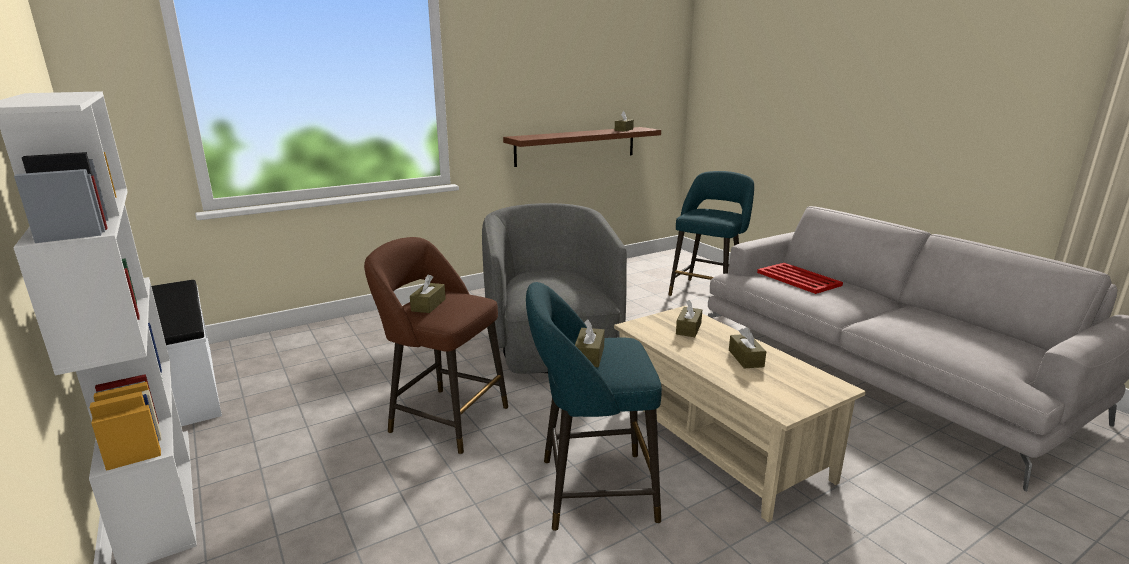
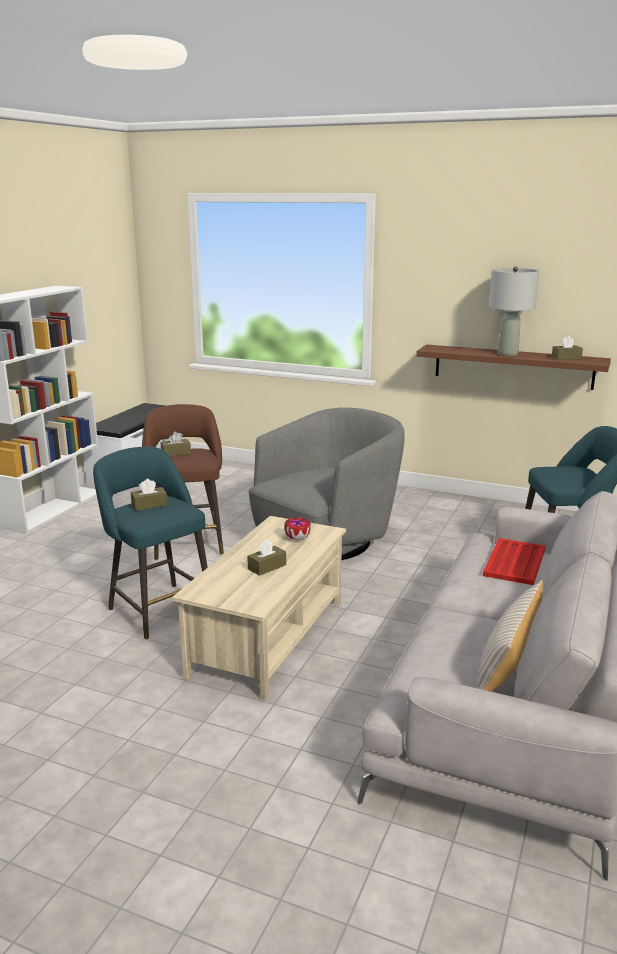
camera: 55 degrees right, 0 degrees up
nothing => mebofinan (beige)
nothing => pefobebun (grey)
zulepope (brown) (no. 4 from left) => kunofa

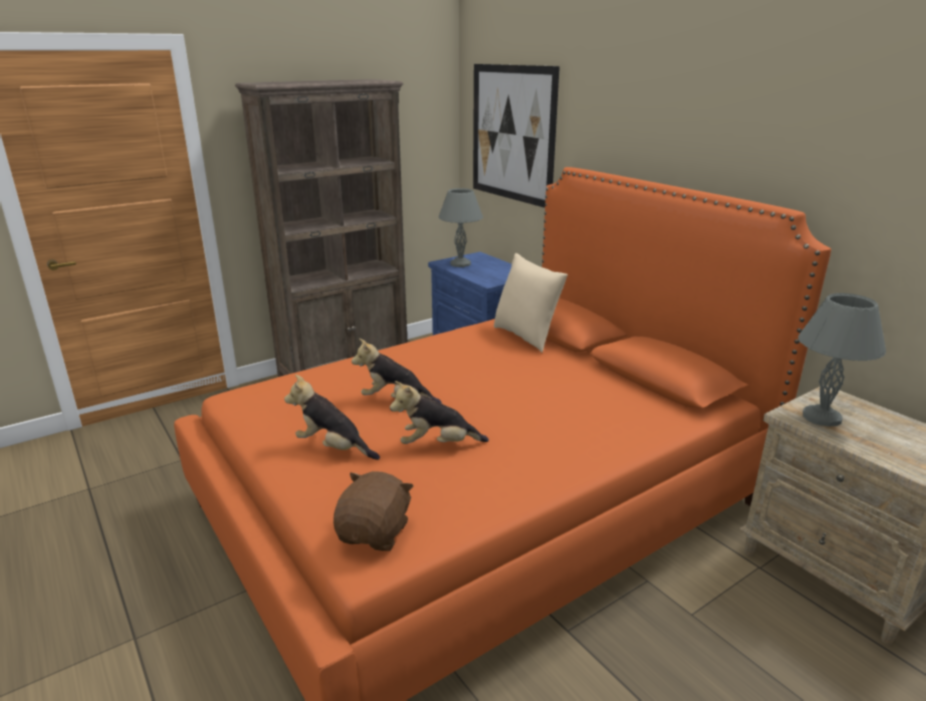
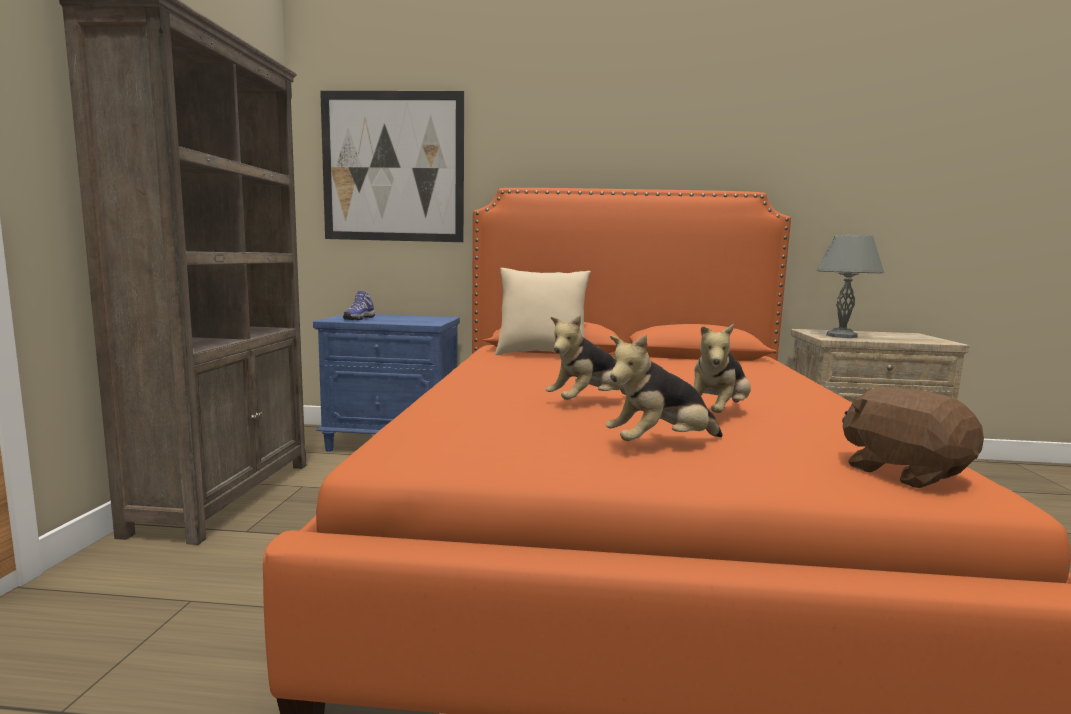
camera: 50 degrees left, 15 degrees down
pefobebun (grey) (no. 1 from left) => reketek

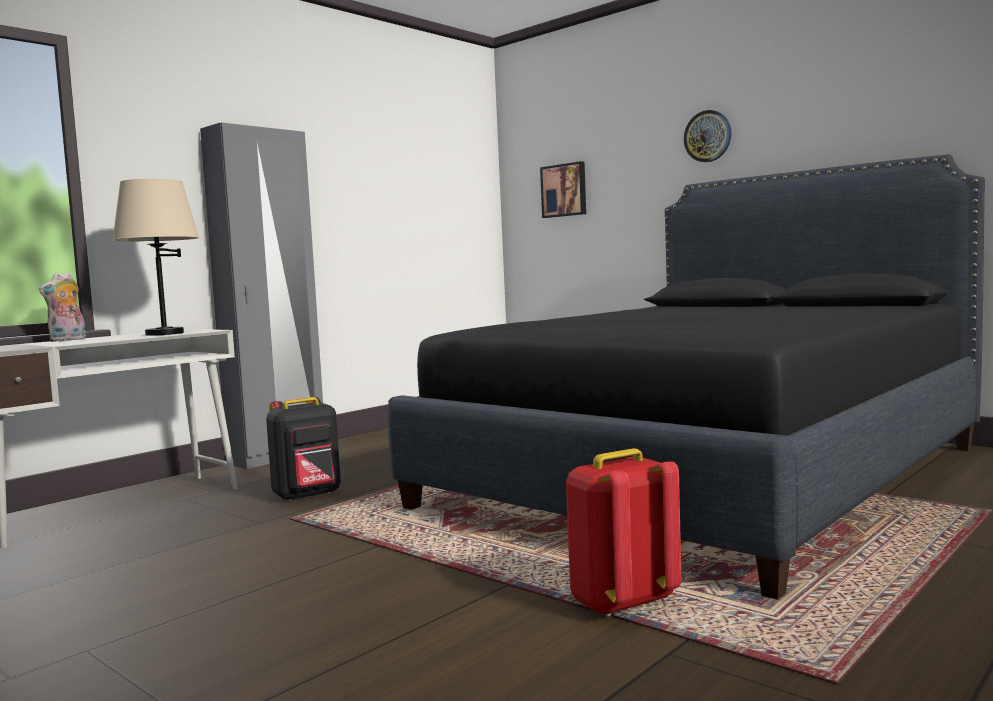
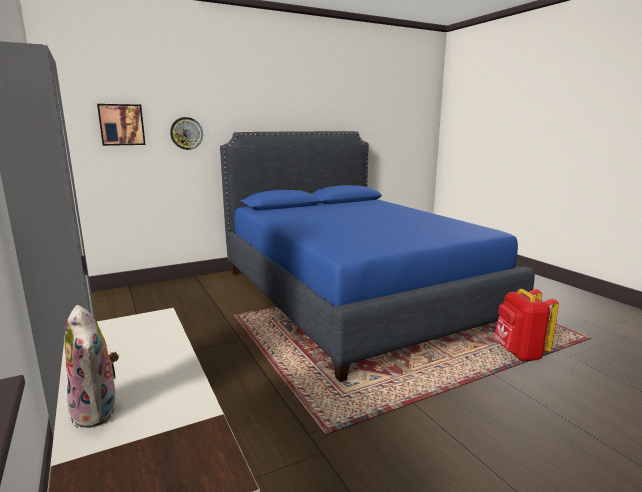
camera: 70 degrees left, 10 degrees up
pefobebun (beige) => nothing
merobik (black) => nothing
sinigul, shifted
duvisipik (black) => duvisipik (blue)

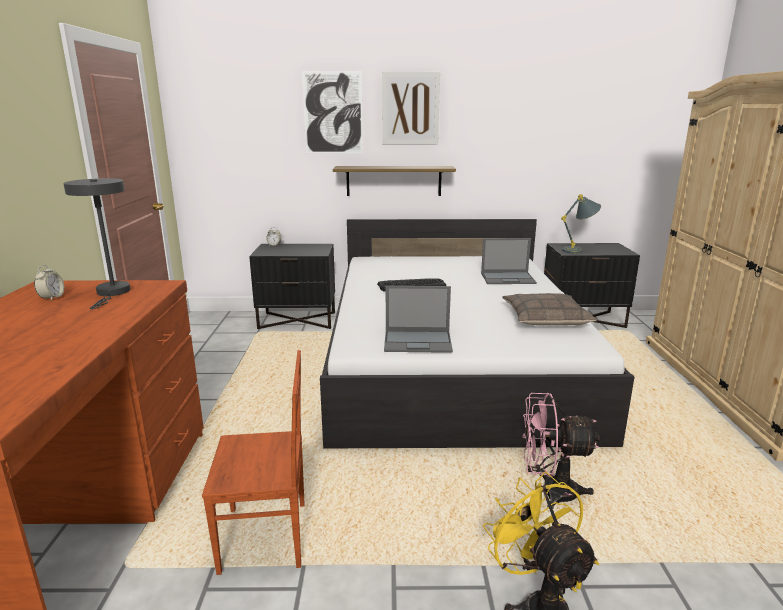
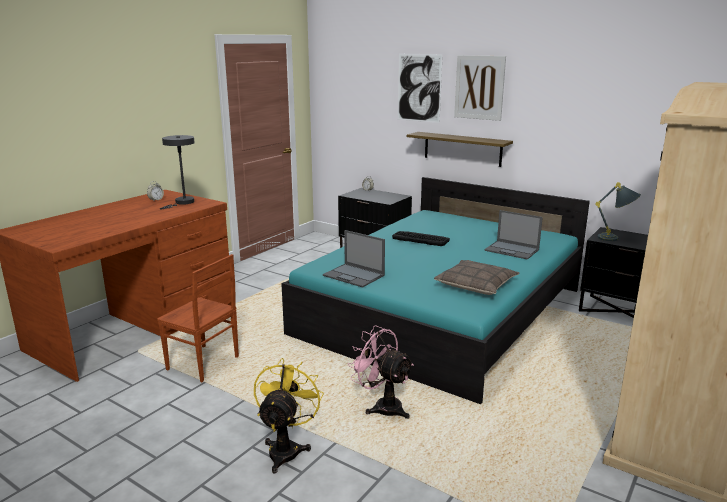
camera: 35 degrees right, 0 degrees up
duvisipik (white) => duvisipik (turquoise)

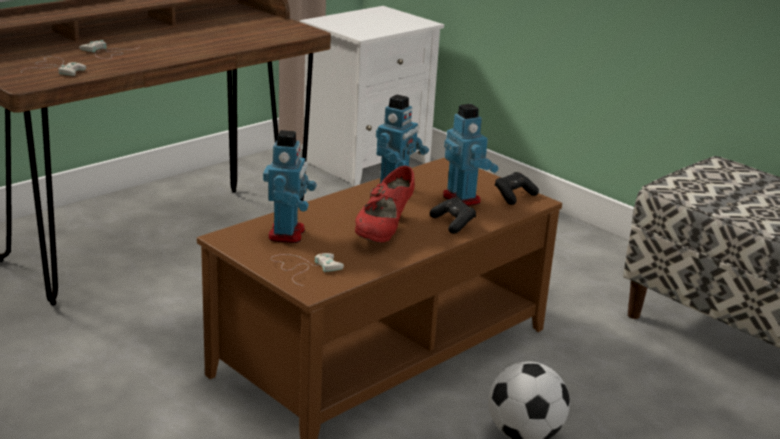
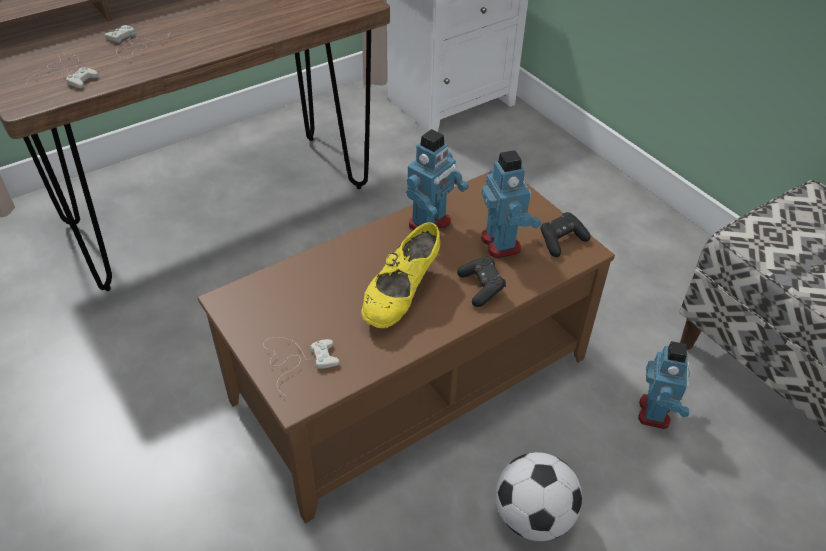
camera: 10 degrees right, 20 degrees up
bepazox (no. 1 from left in the first image) => bepazox (no. 3 from left), shifted
reketek (red) => reketek (yellow)

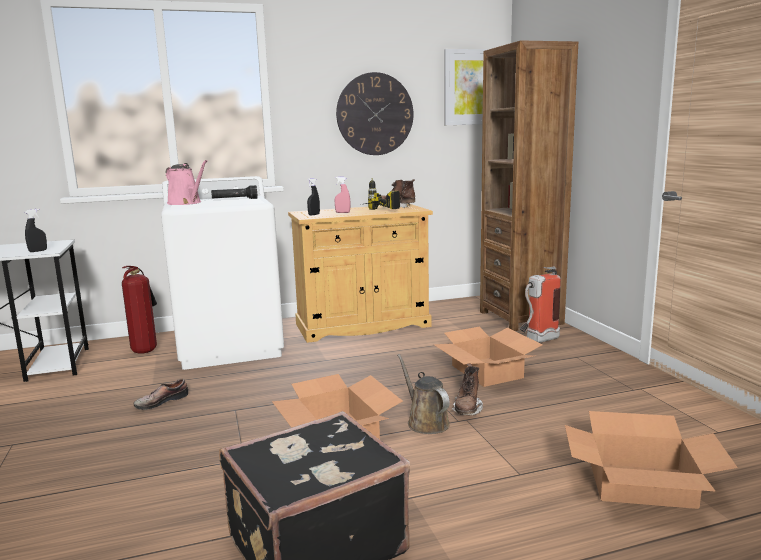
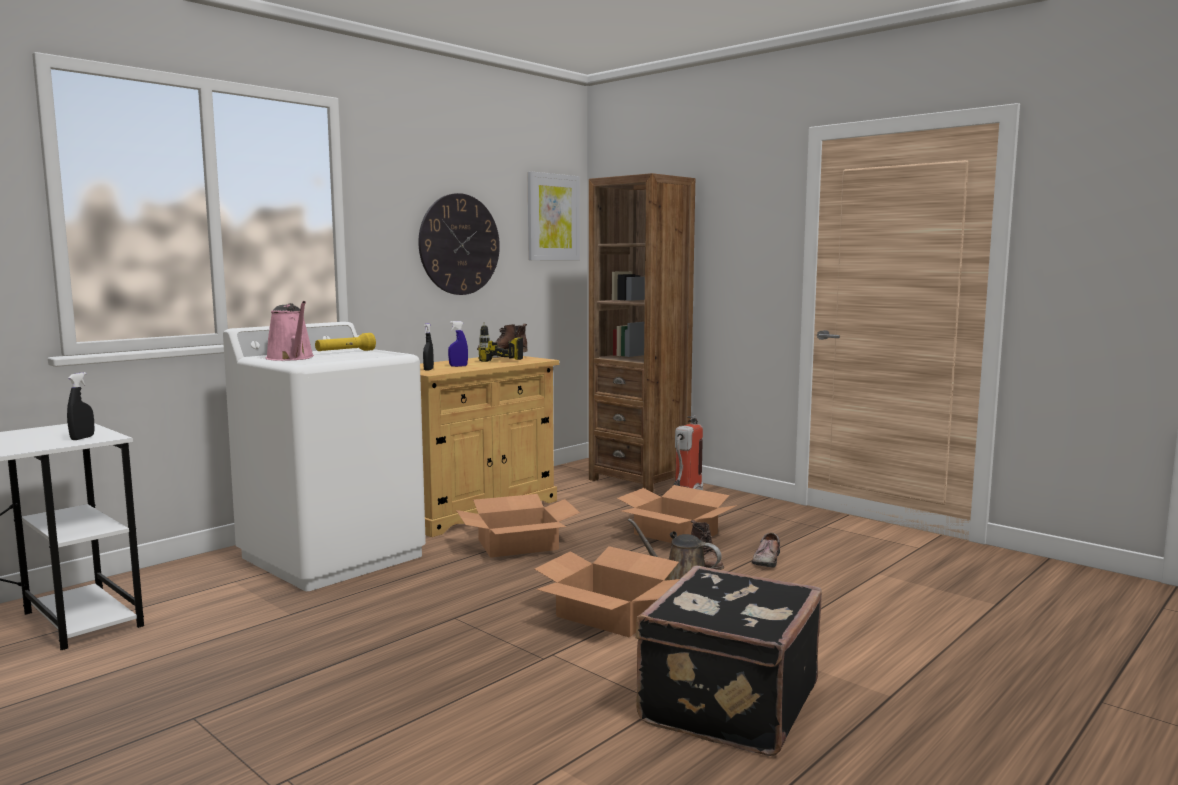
camera: 30 degrees left, 5 degrees down
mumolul (no. 1 from left) => nothing
reketek, shifted
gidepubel (no. 3 from left in the first image) => gidepubel (no. 1 from left), shifted
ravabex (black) => ravabex (yellow)
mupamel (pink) => mupamel (blue)
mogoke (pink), 45 degrees clockwise

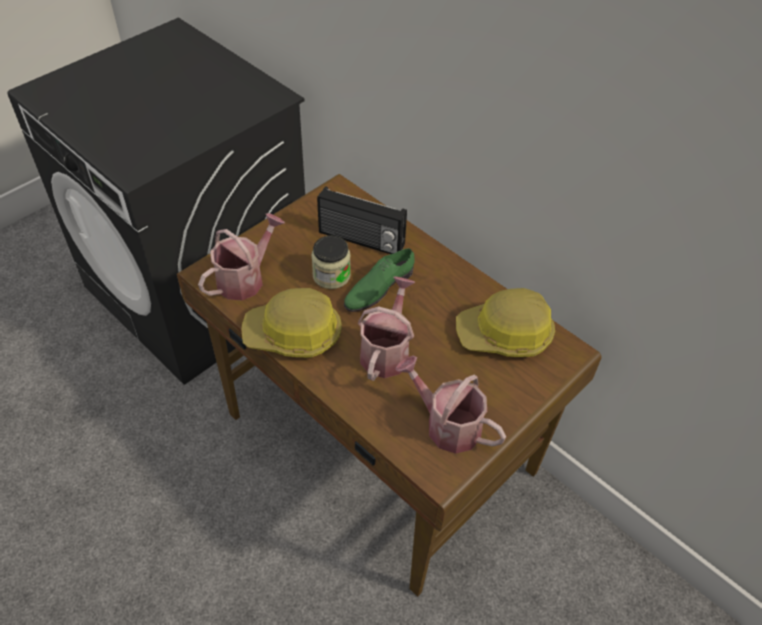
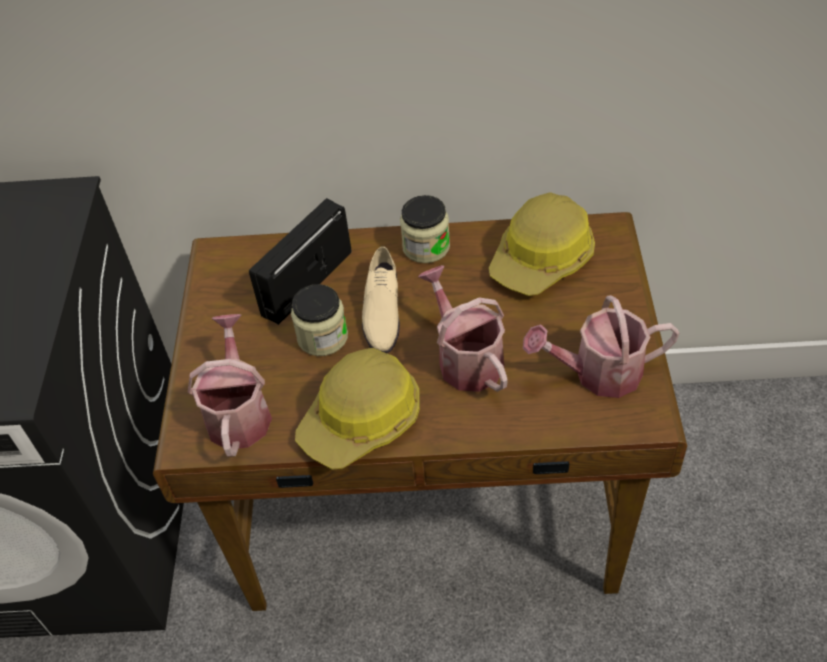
camera: 40 degrees left, 0 degrees up
nothing => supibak (no. 2 from left)
reketek (green) => reketek (beige)
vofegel, 150 degrees clockwise

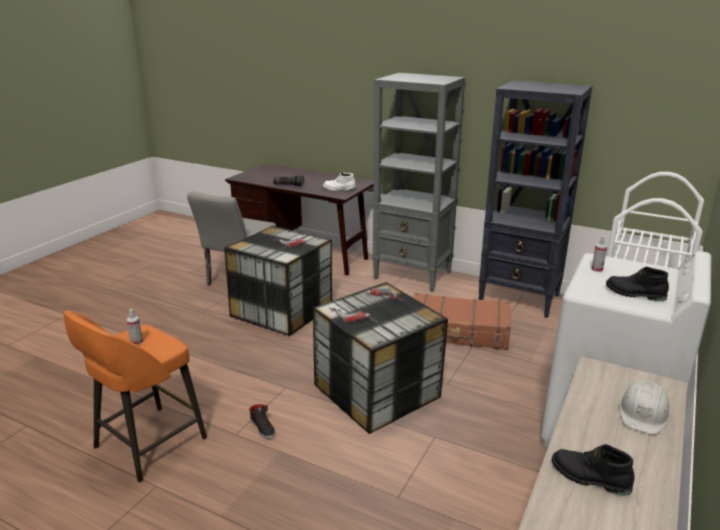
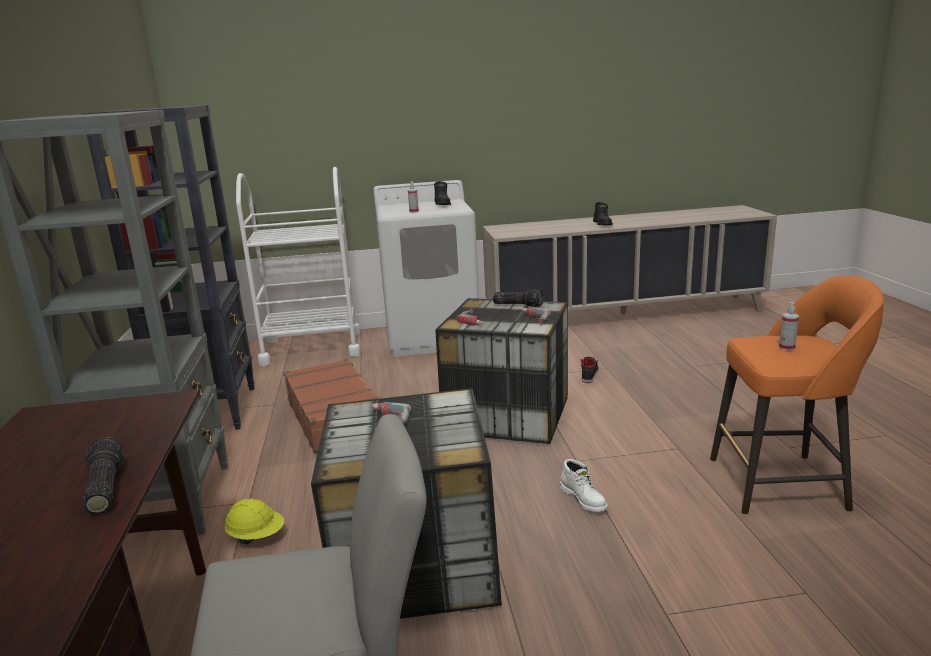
camera: 125 degrees left, 5 degrees down
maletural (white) => nothing
nothing => maletural (yellow)
nothing => ravabex (no. 2 from left)
reketek (black), shifted
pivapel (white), shifted

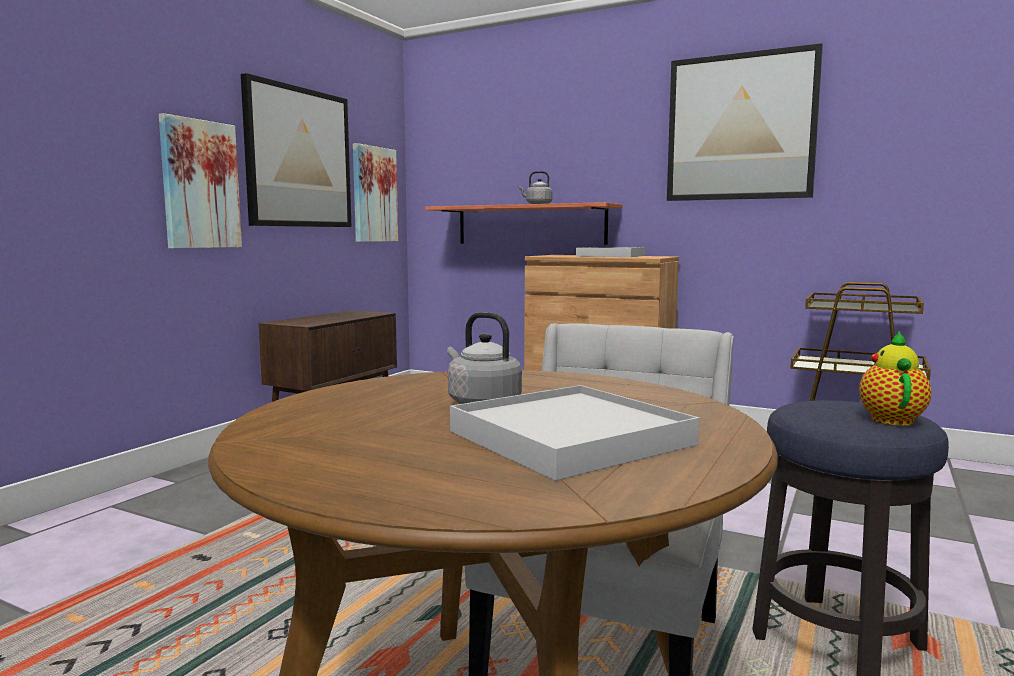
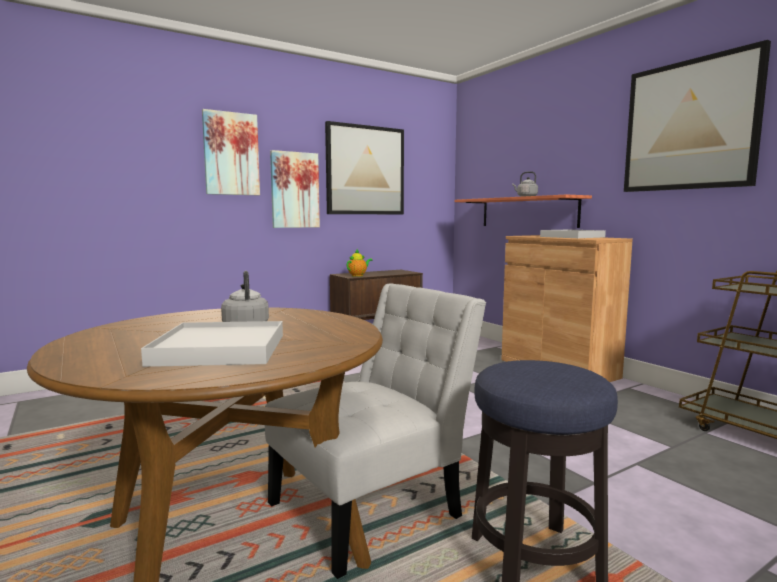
camera: 30 degrees right, 0 degrees up
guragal (no. 3 from left in the first image) => guragal (no. 1 from left), shifted
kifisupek, shifted

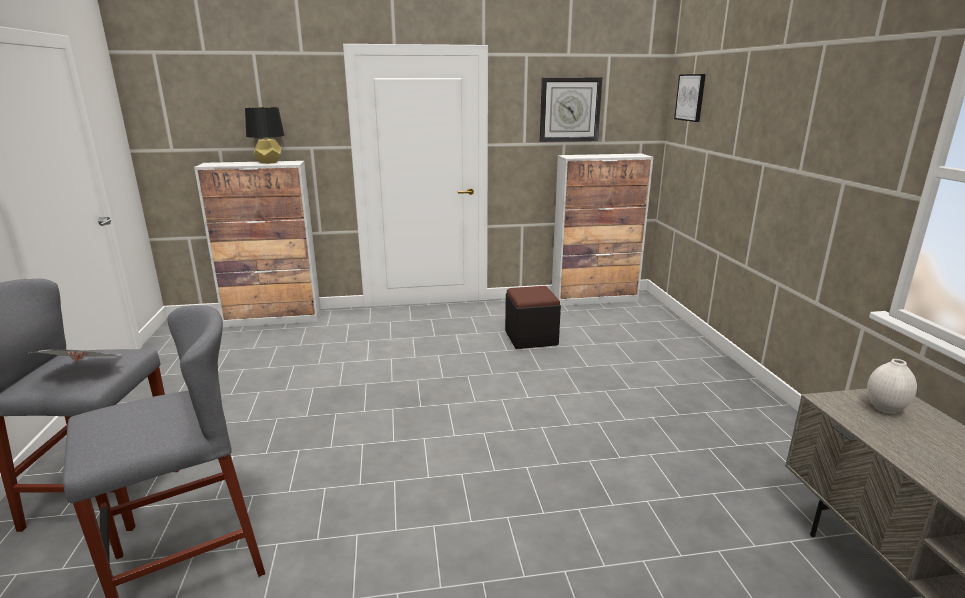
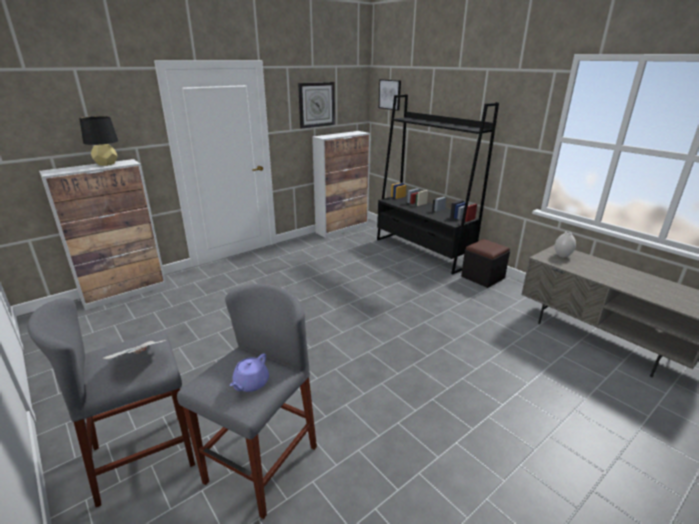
camera: 30 degrees left, 5 degrees up
nothing => kifisupek (purple)
nothing => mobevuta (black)
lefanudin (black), shifted

